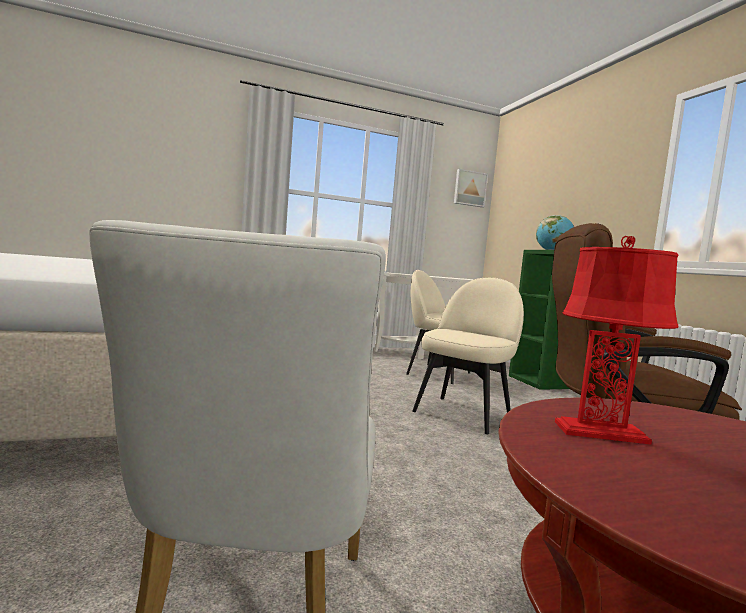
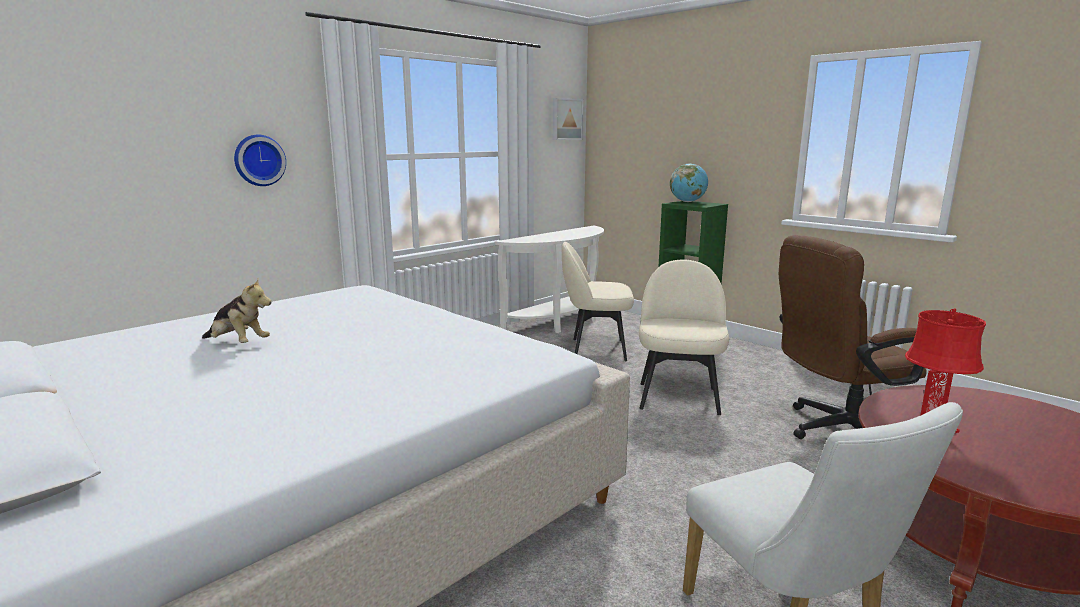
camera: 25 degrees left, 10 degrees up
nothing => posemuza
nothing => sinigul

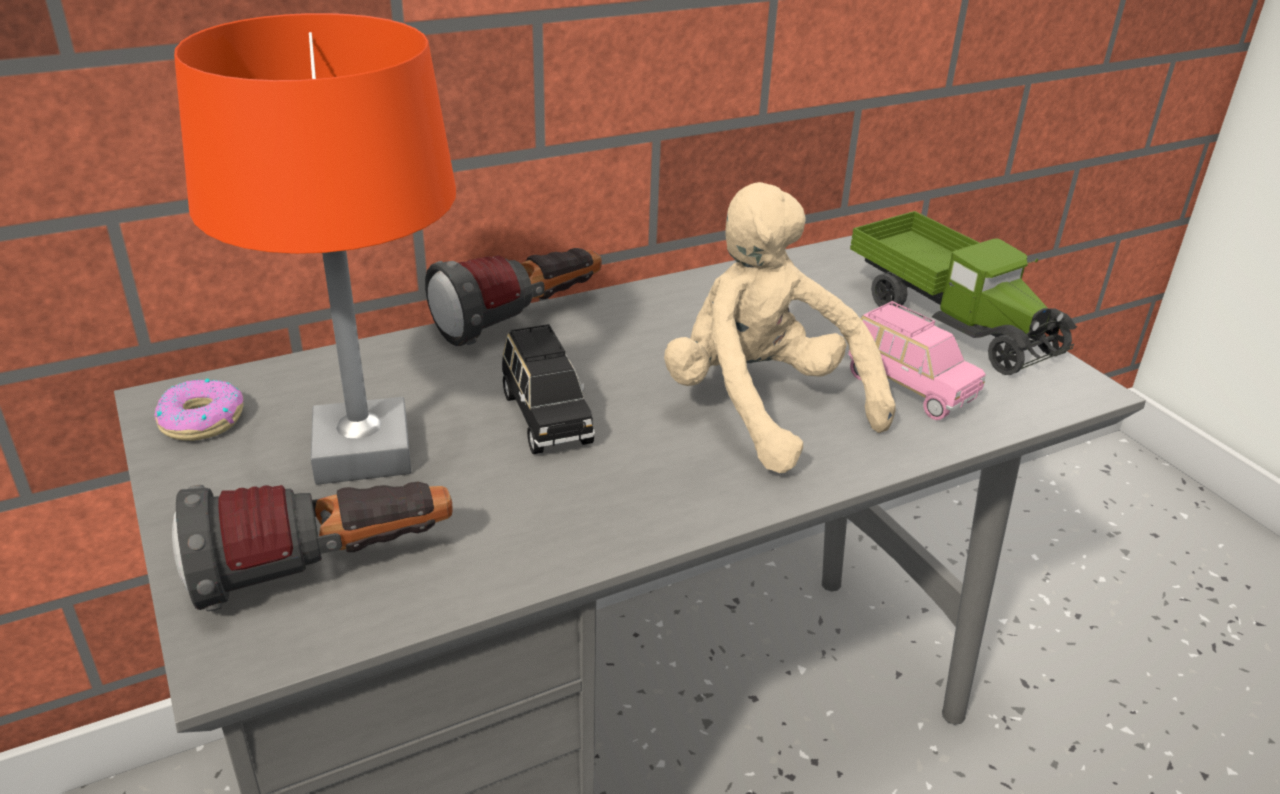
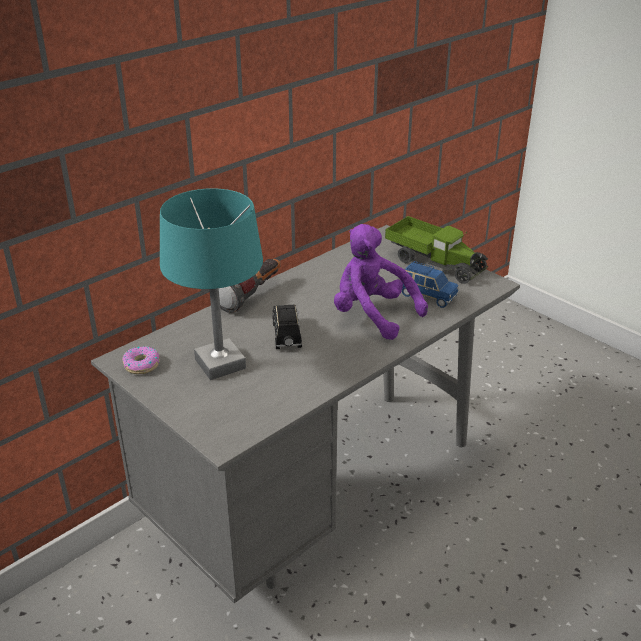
camera: 15 degrees left, 0 degrees up
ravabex (no. 1 from left) => nothing
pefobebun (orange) => pefobebun (turquoise)
posemuza (beige) => posemuza (purple)
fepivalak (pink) => fepivalak (blue)
fepivalak (black), 150 degrees counterclockwise

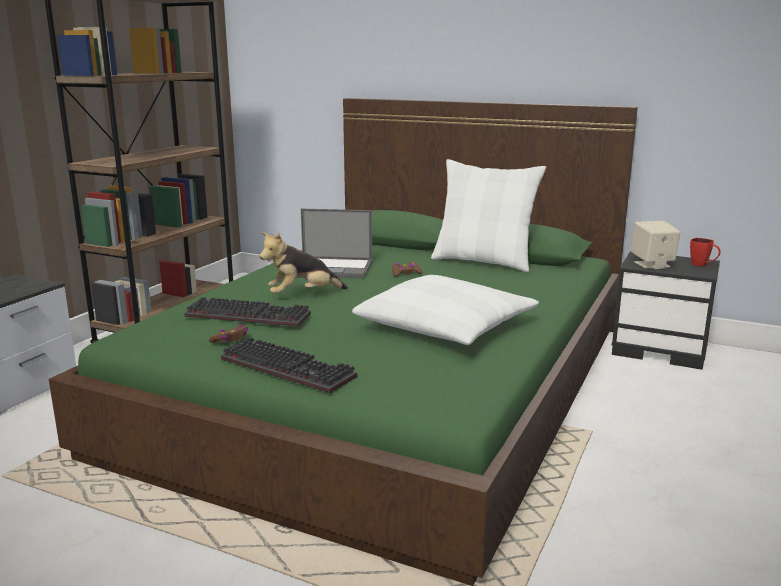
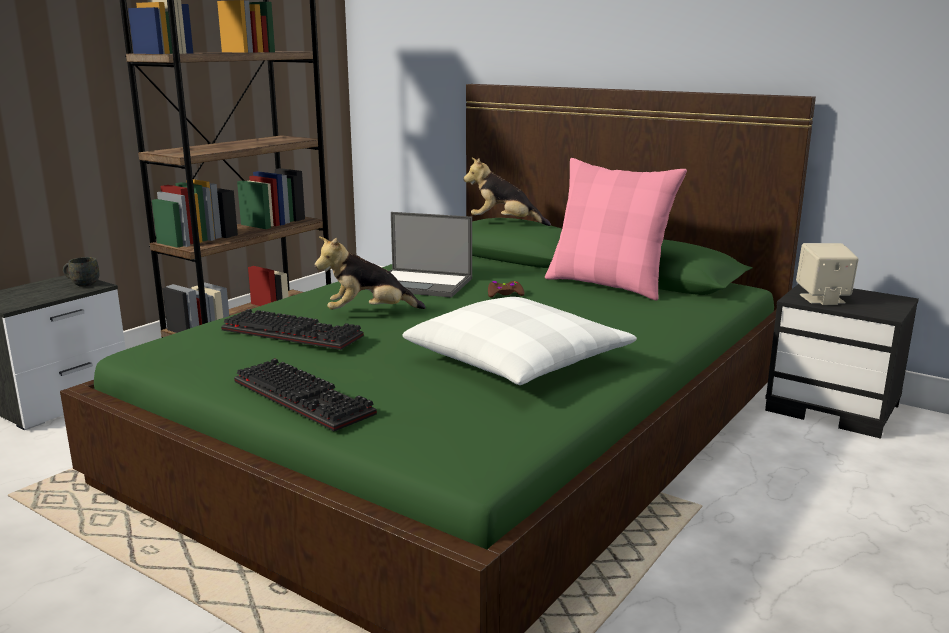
camera: 10 degrees right, 0 degrees up
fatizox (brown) (no. 1 from left) => nothing
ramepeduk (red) => nothing
nothing => ramepeduk (grey)
nothing => posemuza (no. 2 from left)
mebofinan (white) (no. 2 from left) => mebofinan (pink)

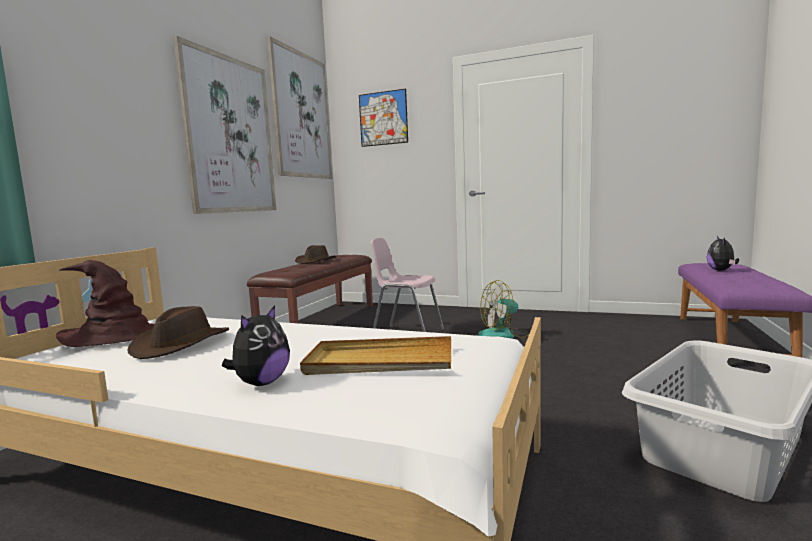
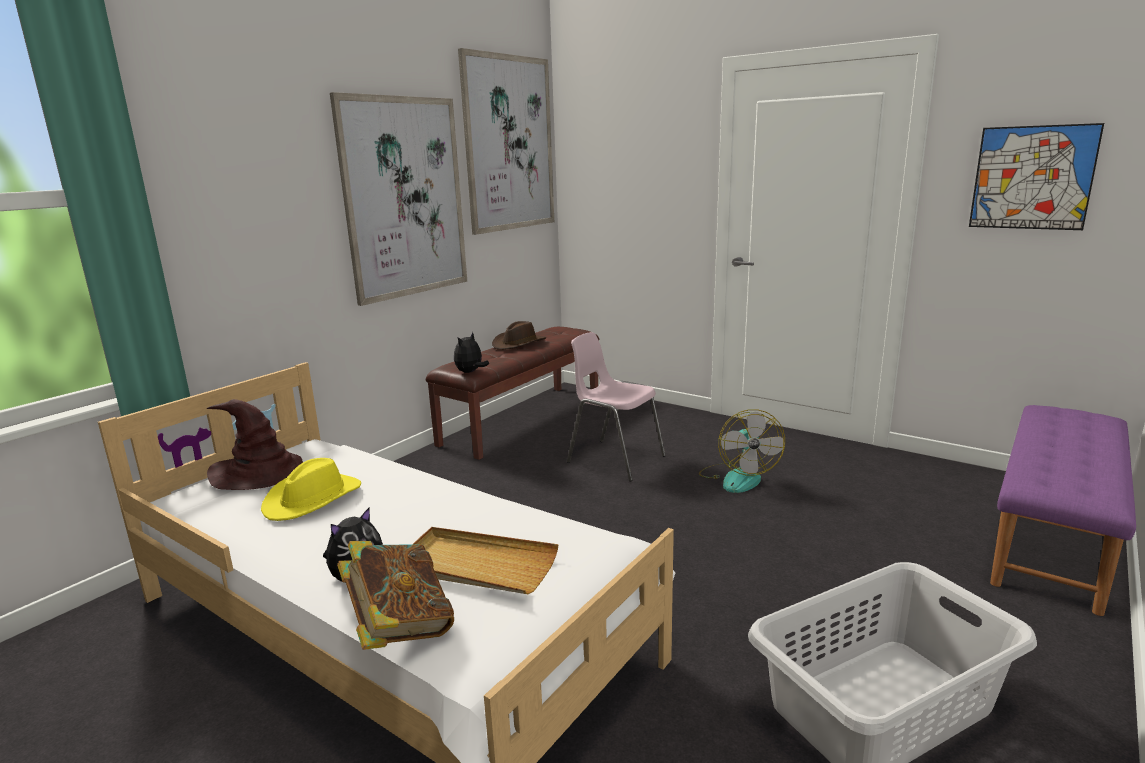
camera: 15 degrees right, 10 degrees up
nothing => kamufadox
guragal (no. 3 from left), shifted
posemuza (no. 2 from left), shifted
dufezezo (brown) (no. 2 from left) => dufezezo (yellow)
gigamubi, 90 degrees counterclockwise

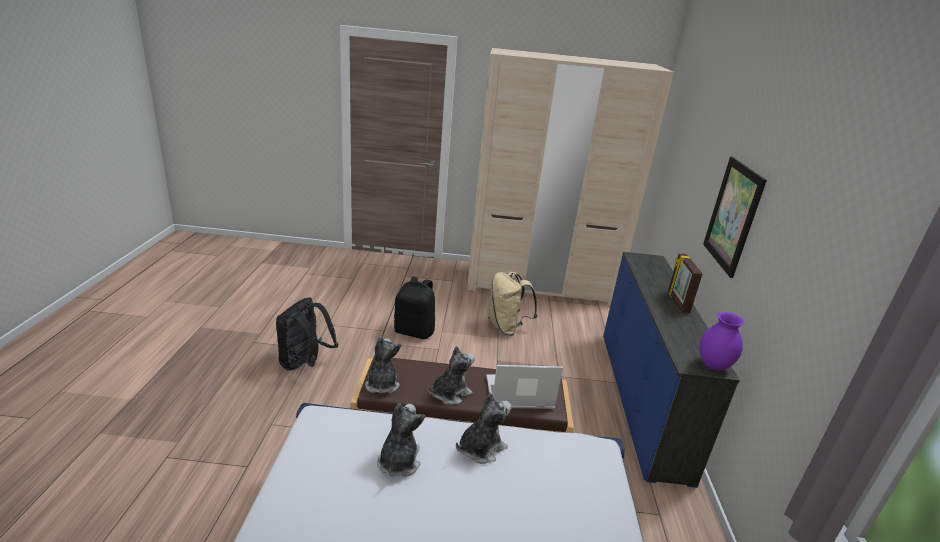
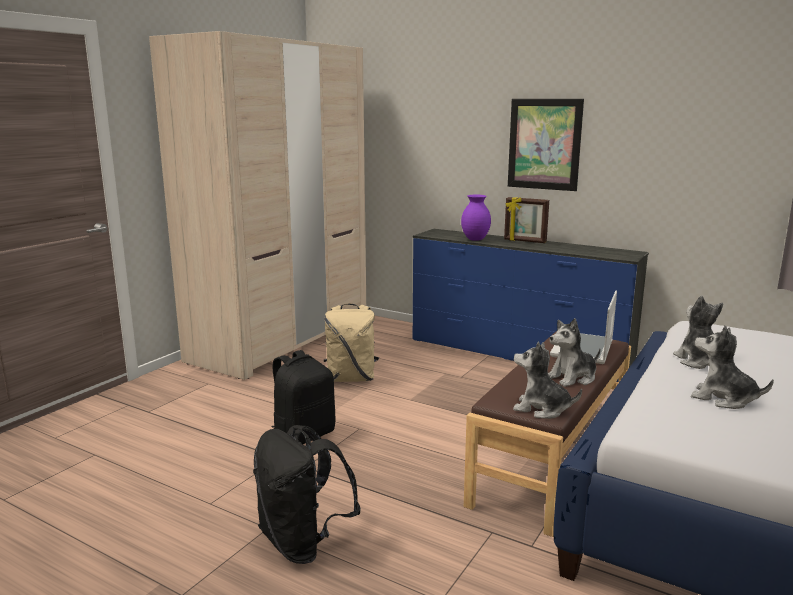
camera: 60 degrees left, 10 degrees down
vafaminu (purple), shifted
posemuza (no. 3 from left in the first image) => posemuza (no. 2 from left), 105 degrees counterclockwise

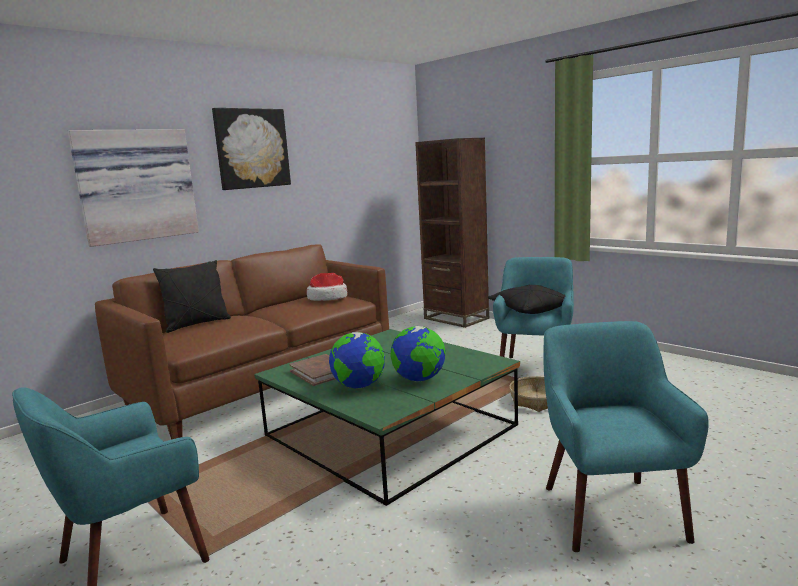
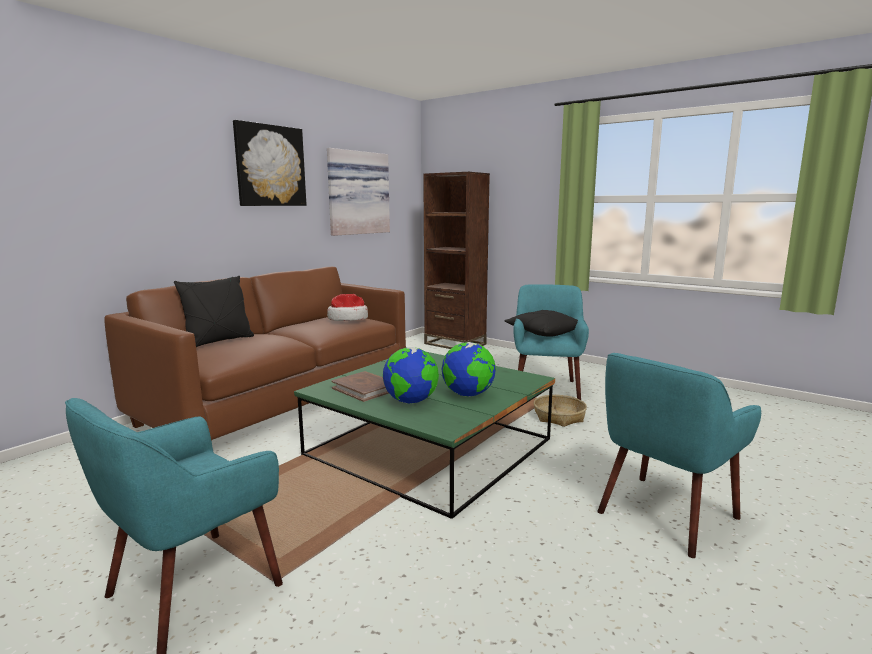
camera: 10 degrees left, 0 degrees up
guragal (no. 1 from left in the first image) => guragal (no. 2 from left), shifted
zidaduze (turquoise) (no. 3 from left), 120 degrees counterclockwise

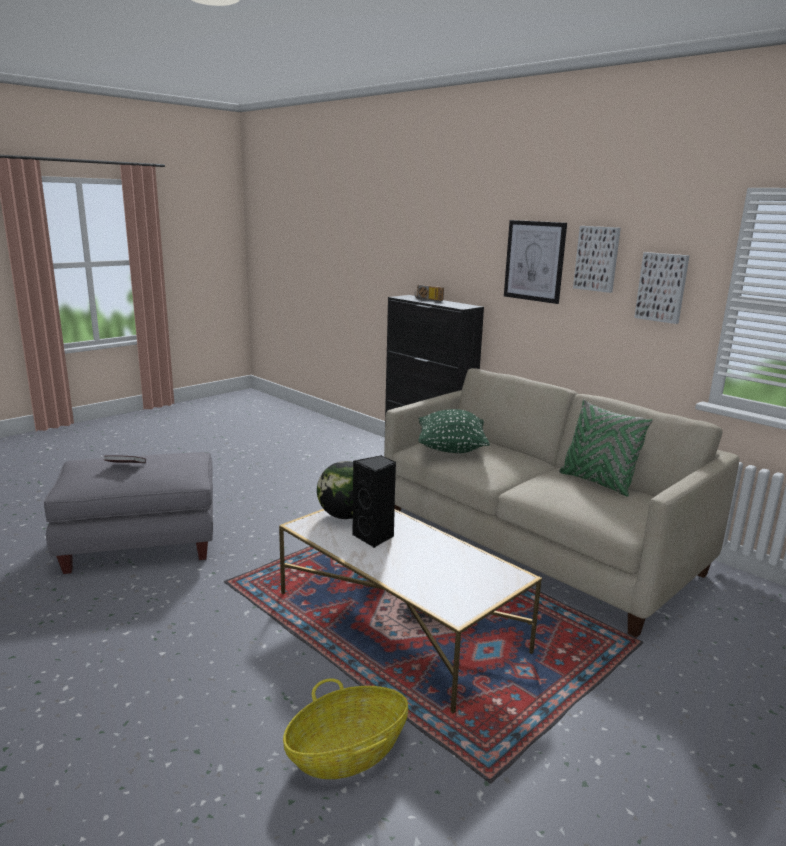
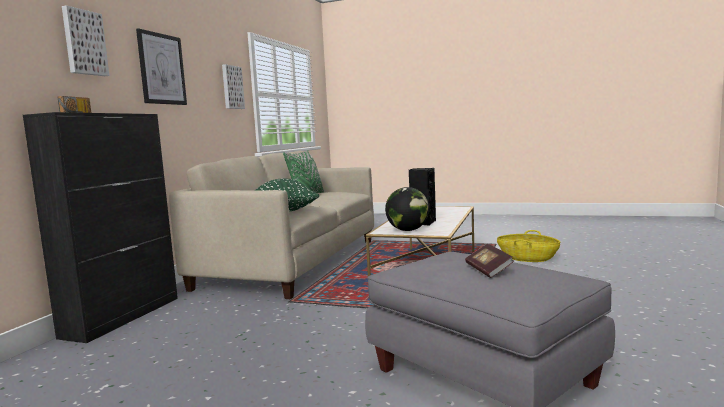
camera: 115 degrees left, 10 degrees down
guragal (no. 2 from left in the first image) => guragal (no. 1 from left), shifted

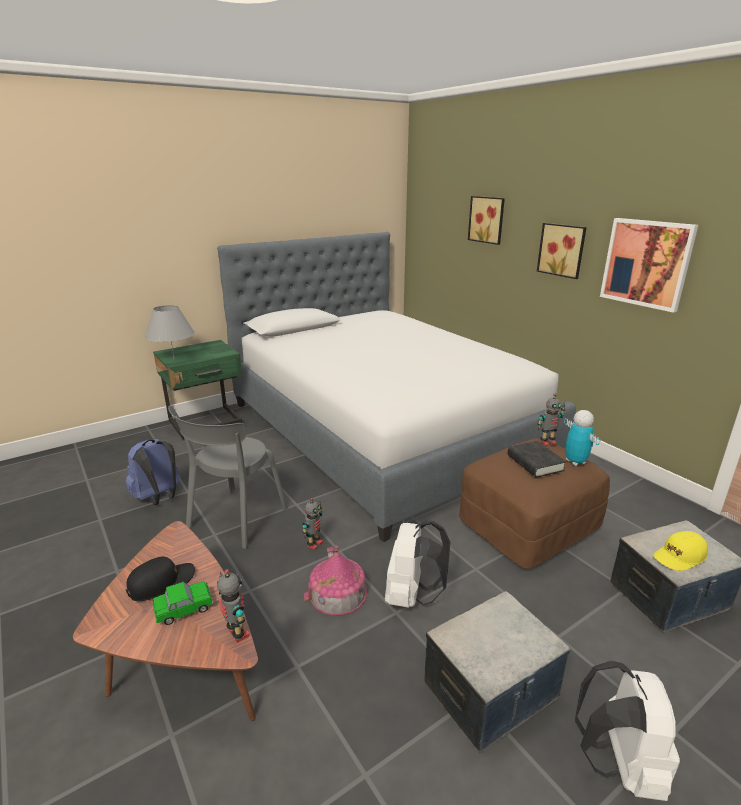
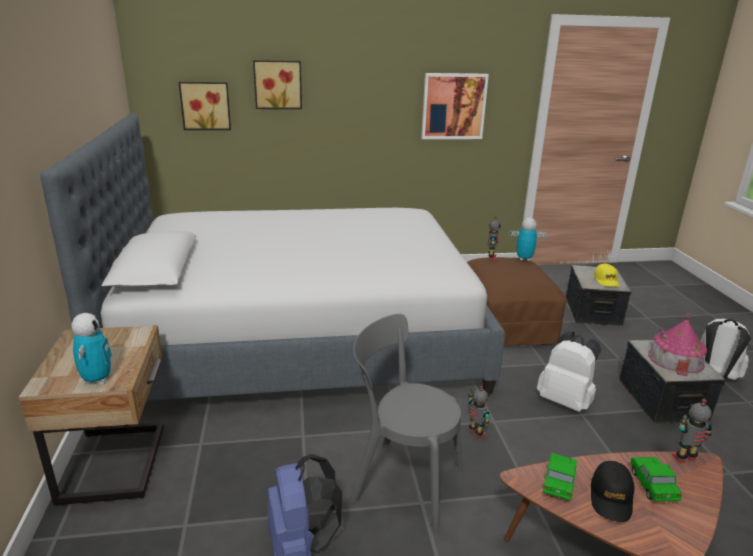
camera: 65 degrees left, 0 degrees up
kamufadox (black) => nothing
nothing => fepivalak (no. 1 from left)
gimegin, shifted
guragal (no. 2 from left in the first image) => guragal (no. 1 from left), shifted
pefobebun (grey) => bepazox (no. 1 from left)
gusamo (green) => gusamo (beige)
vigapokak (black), 150 degrees counterclockwise
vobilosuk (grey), 150 degrees clockwise

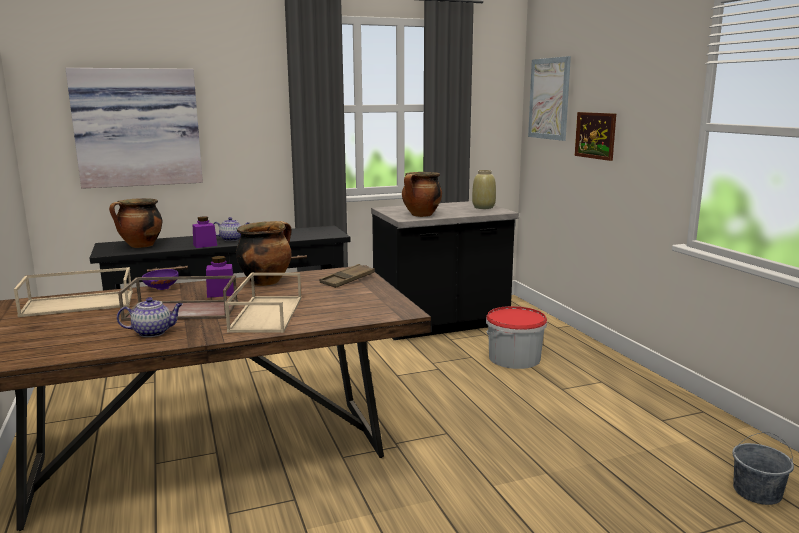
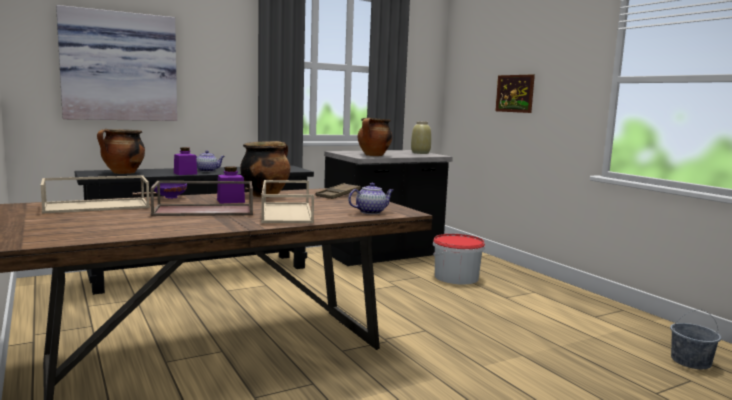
camera: 10 degrees left, 5 degrees down
guragal (no. 2 from left) => nothing
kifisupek (no. 1 from left in the first image) => kifisupek (no. 2 from left), shifted

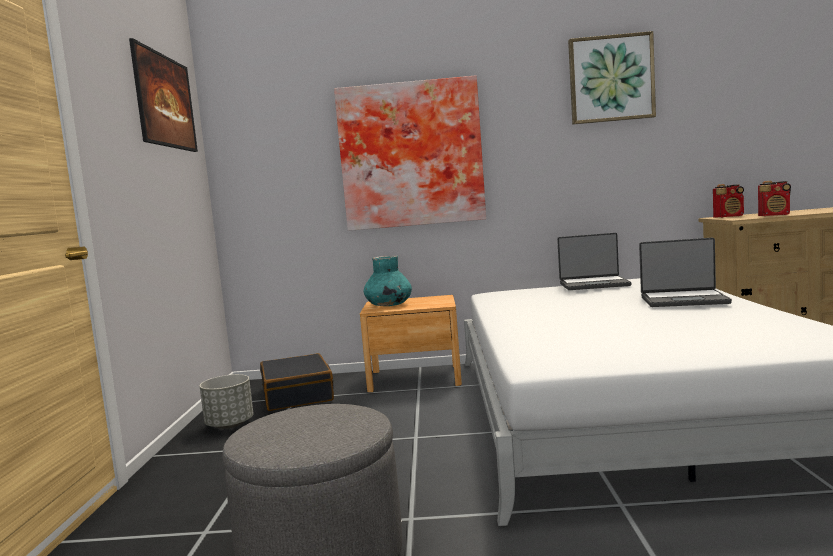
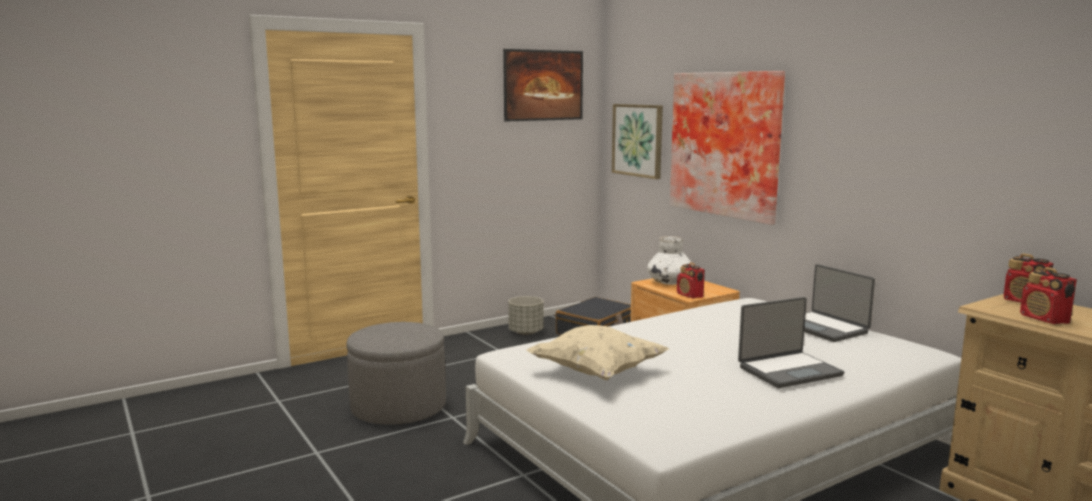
camera: 55 degrees right, 5 degrees up
nothing => mebofinan (beige)
nothing => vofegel (no. 1 from left)
guragal (no. 3 from left in the first image) => guragal (no. 2 from left), shifted
vafaminu (turquoise) => vafaminu (white)
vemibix (no. 2 from left in the first image) => vemibix (no. 1 from left), 90 degrees counterclockwise

